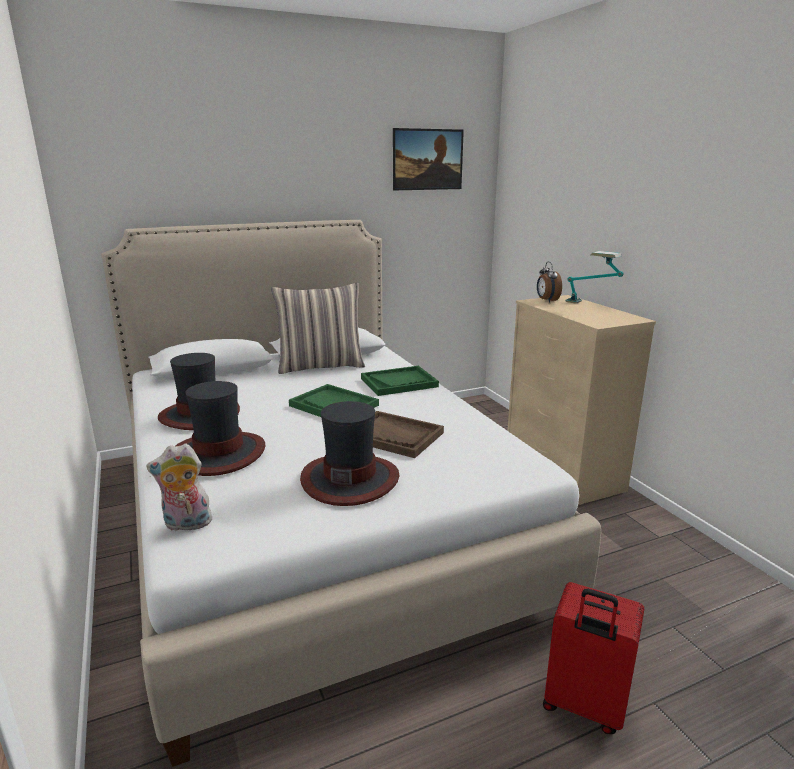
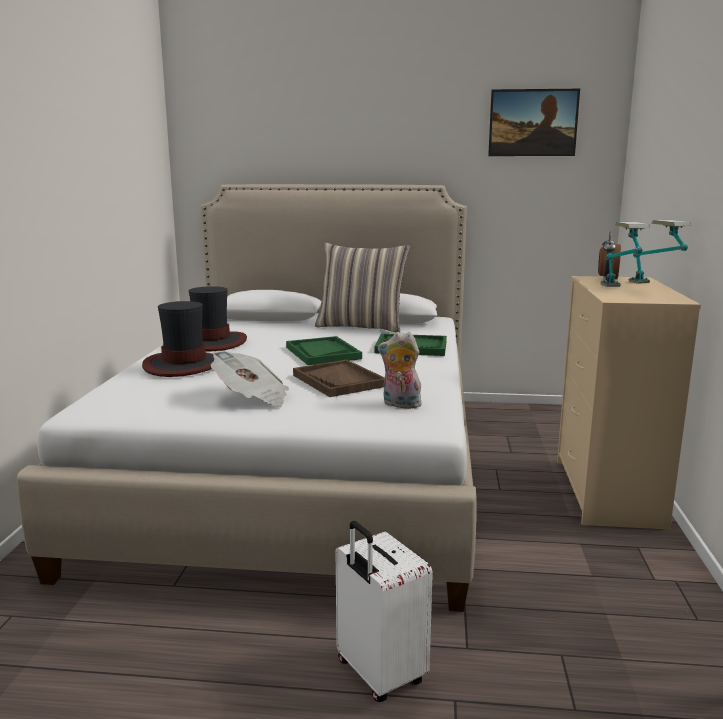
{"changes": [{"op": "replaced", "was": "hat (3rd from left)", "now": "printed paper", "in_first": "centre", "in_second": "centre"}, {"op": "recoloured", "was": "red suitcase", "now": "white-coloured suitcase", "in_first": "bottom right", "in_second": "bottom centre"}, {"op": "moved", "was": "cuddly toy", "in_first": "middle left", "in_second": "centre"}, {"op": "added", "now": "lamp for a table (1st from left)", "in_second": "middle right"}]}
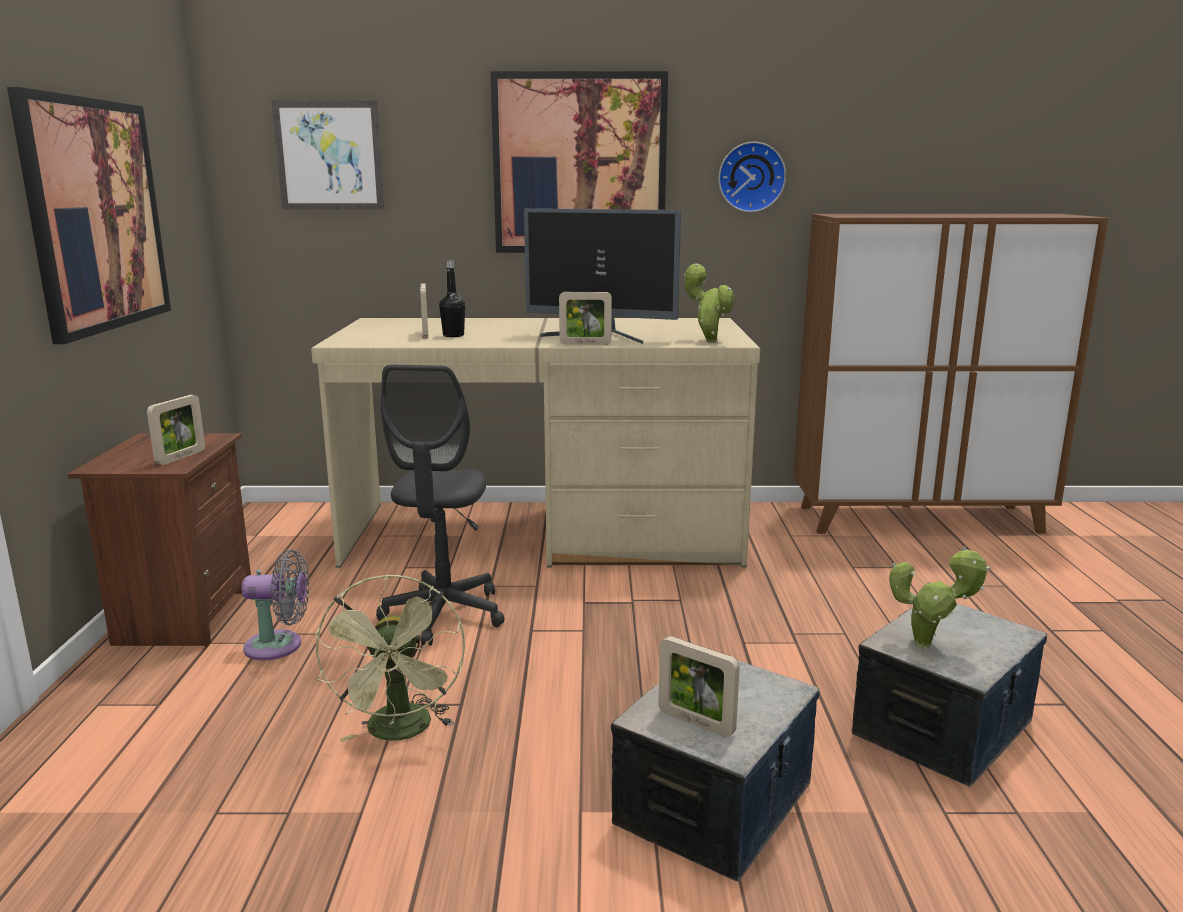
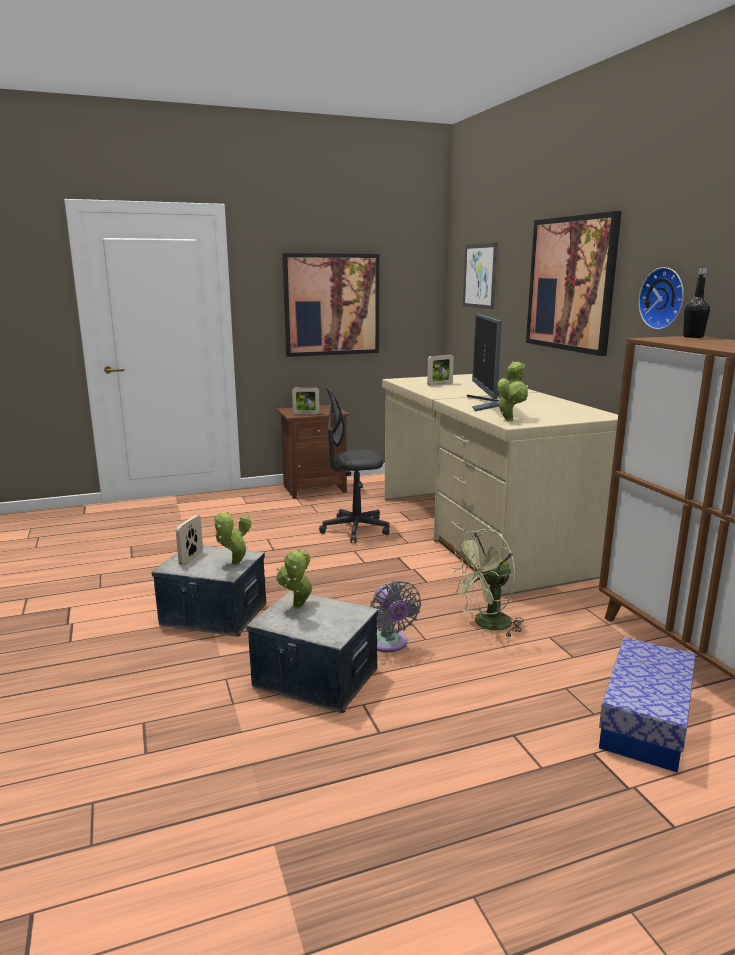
{"changes": [{"op": "added", "now": "potted plant (1st from left)", "in_second": "middle left"}, {"op": "moved", "was": "gray cooling fan", "in_first": "middle left", "in_second": "centre"}, {"op": "moved", "was": "green cooling fan", "in_first": "bottom left", "in_second": "centre"}, {"op": "added", "now": "storage container (3rd from left)", "in_second": "bottom right"}, {"op": "moved", "was": "blackish beverage bottle", "in_first": "top centre", "in_second": "top right"}, {"op": "removed", "was": "standing frame (3rd from left)", "in_first": "centre"}]}
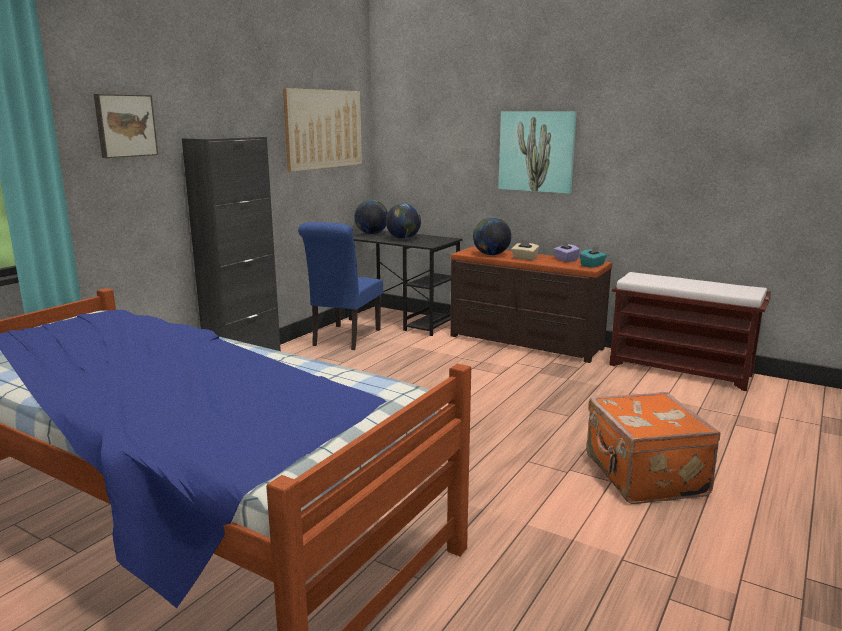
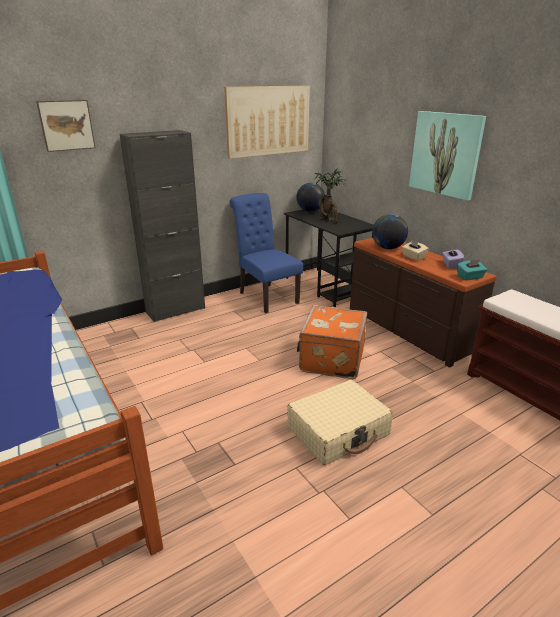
{"changes": [{"op": "turned", "was": "blue-coloured plain chair", "in_first": "centre", "in_second": "centre", "clockwise": 105}, {"op": "added", "now": "beige suitcase", "in_second": "bottom centre"}, {"op": "moved", "was": "orange suitcase", "in_first": "bottom right", "in_second": "centre"}, {"op": "replaced", "was": "globe (2nd from left)", "now": "potted plant", "in_first": "centre", "in_second": "top centre"}]}
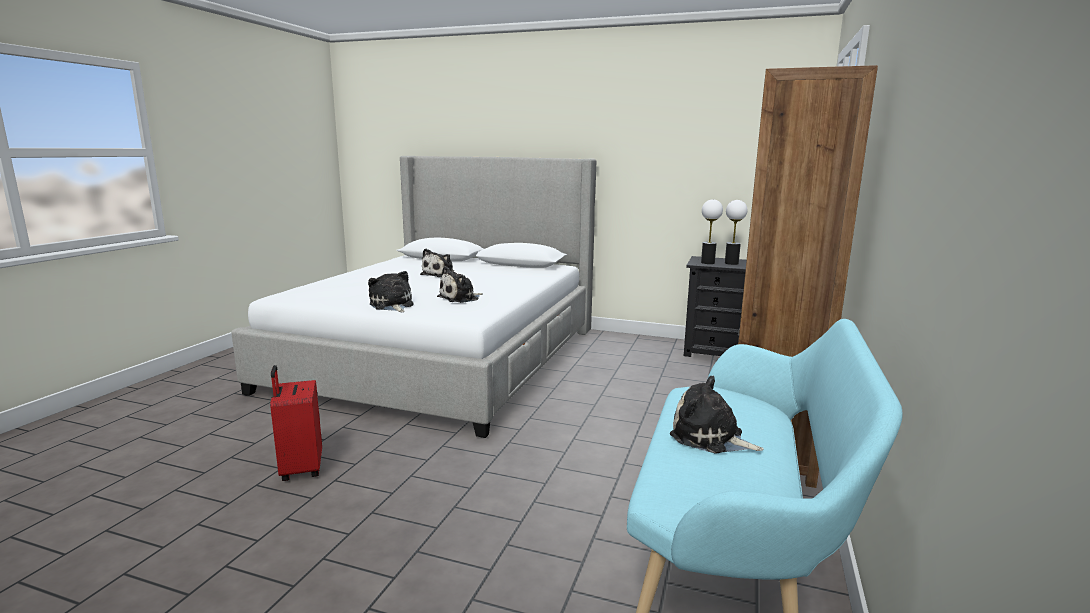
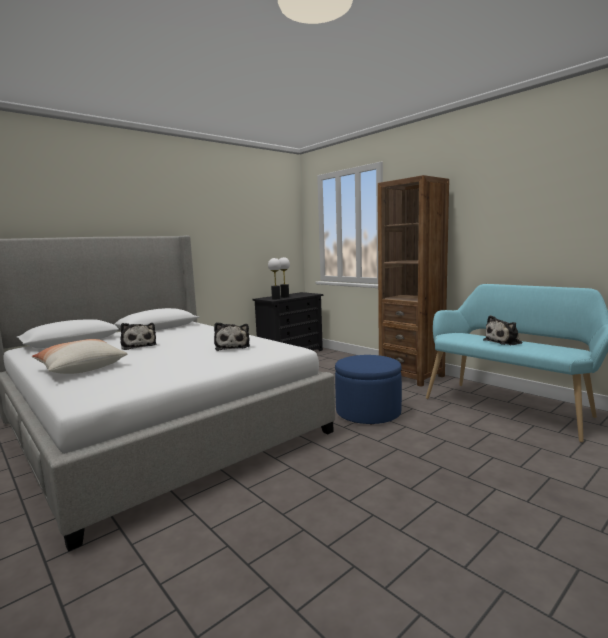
{"changes": [{"op": "added", "now": "cushion", "in_second": "middle left"}, {"op": "added", "now": "blue-coloured pouffe", "in_second": "centre"}, {"op": "removed", "was": "red suitcase", "in_first": "bottom left"}, {"op": "removed", "was": "cuddly toy (1st from left)", "in_first": "centre"}]}
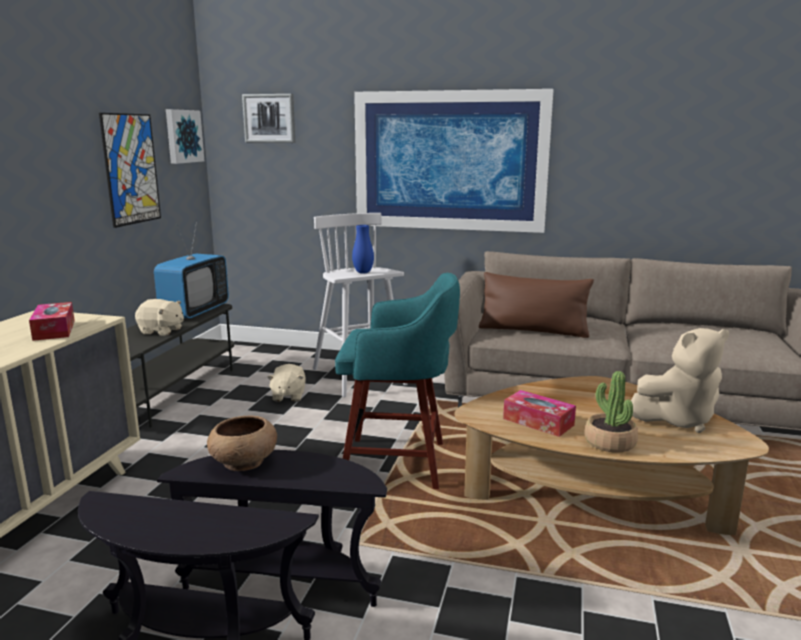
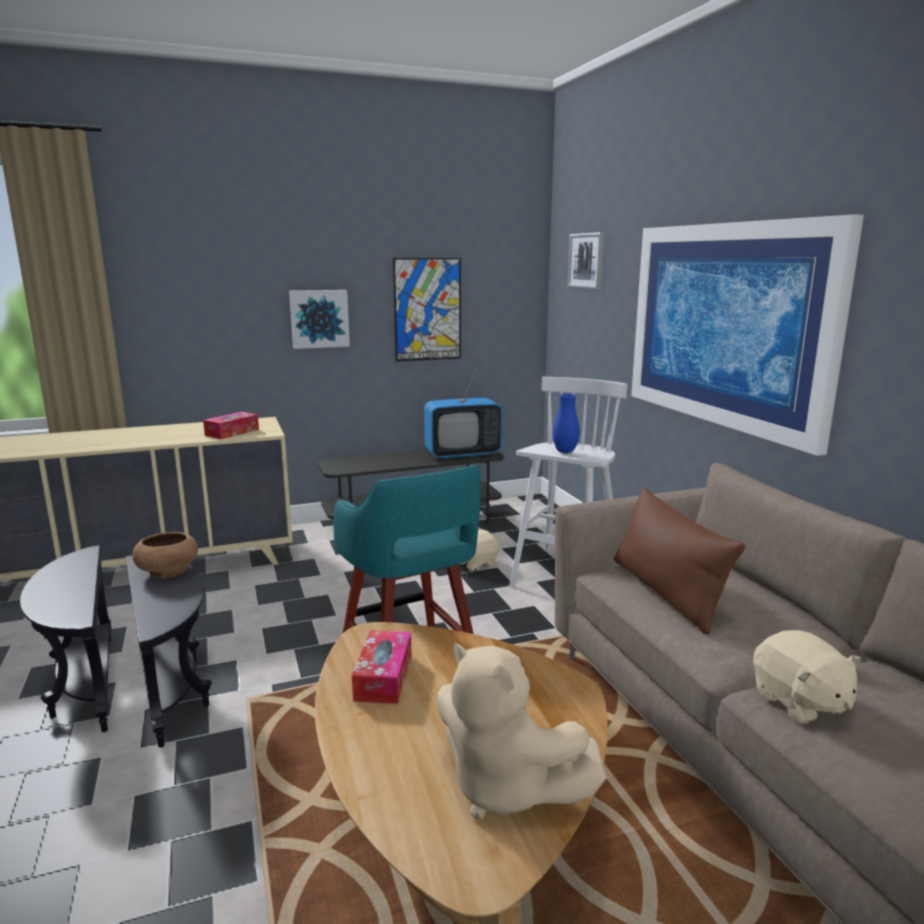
{"changes": [{"op": "moved", "was": "picture (2nd from left in the first image)", "now": "picture (1st from left)", "in_first": "top left", "in_second": "centre"}, {"op": "moved", "was": "beige cuddly toy (1st from left in the first image)", "now": "beige cuddly toy (3rd from left)", "in_first": "middle left", "in_second": "bottom right"}, {"op": "removed", "was": "potted plant", "in_first": "middle right"}]}
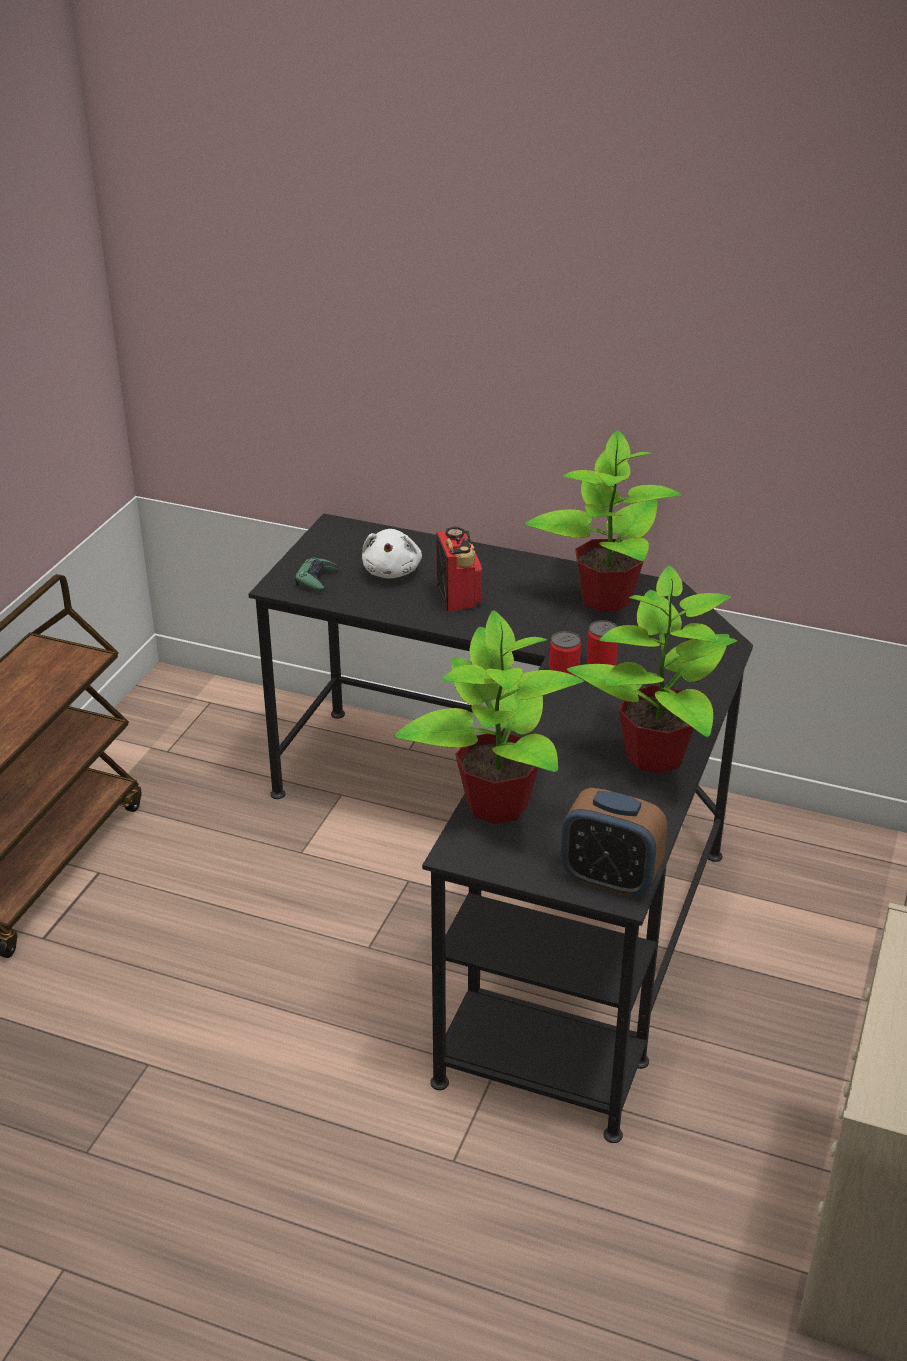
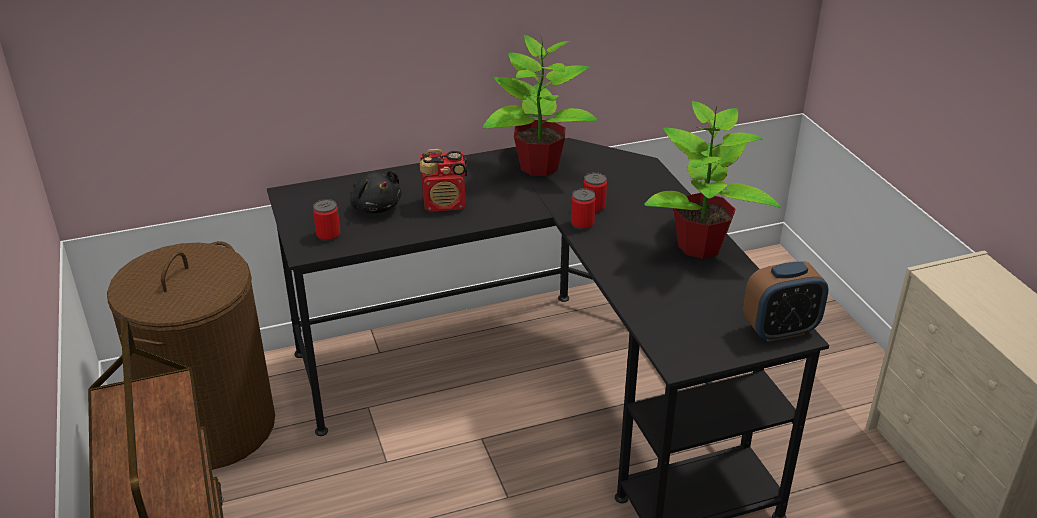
{"changes": [{"op": "added", "now": "brownish washing basket", "in_second": "bottom left"}, {"op": "replaced", "was": "green gamepad", "now": "can (1st from left)", "in_first": "centre", "in_second": "middle left"}, {"op": "recoloured", "was": "white-coloured cuddly toy", "now": "blackish cuddly toy", "in_first": "centre", "in_second": "centre"}, {"op": "turned", "was": "radio set", "in_first": "centre", "in_second": "centre", "clockwise": 135}, {"op": "removed", "was": "potted plant (1st from left)", "in_first": "centre"}]}
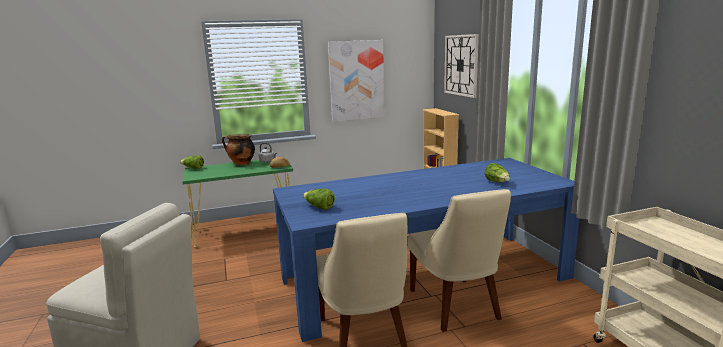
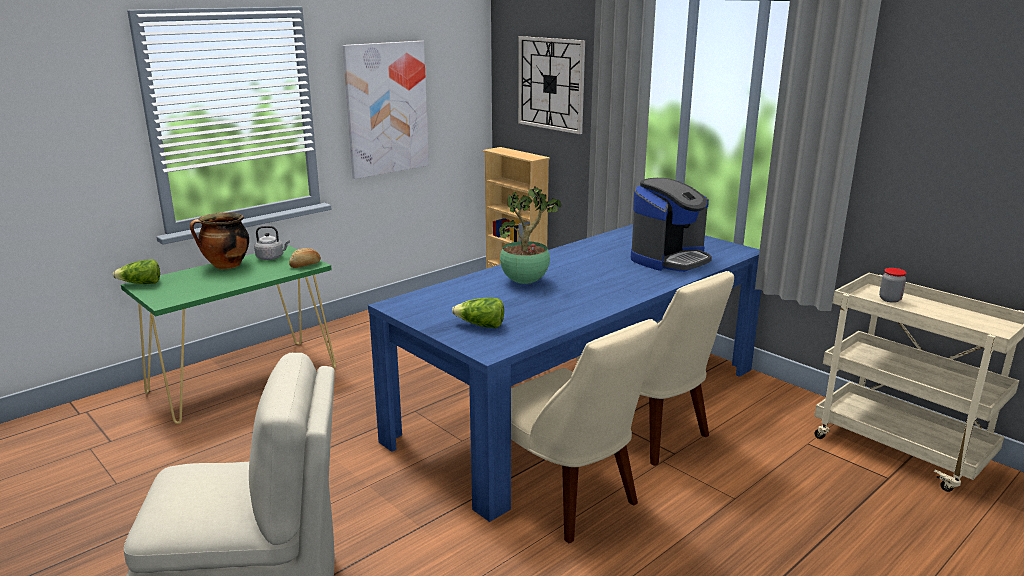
{"changes": [{"op": "added", "now": "potted plant", "in_second": "centre"}, {"op": "replaced", "was": "head of lettuce (3rd from left)", "now": "coffee machine", "in_first": "middle right", "in_second": "centre"}, {"op": "added", "now": "storage jar", "in_second": "middle right"}]}
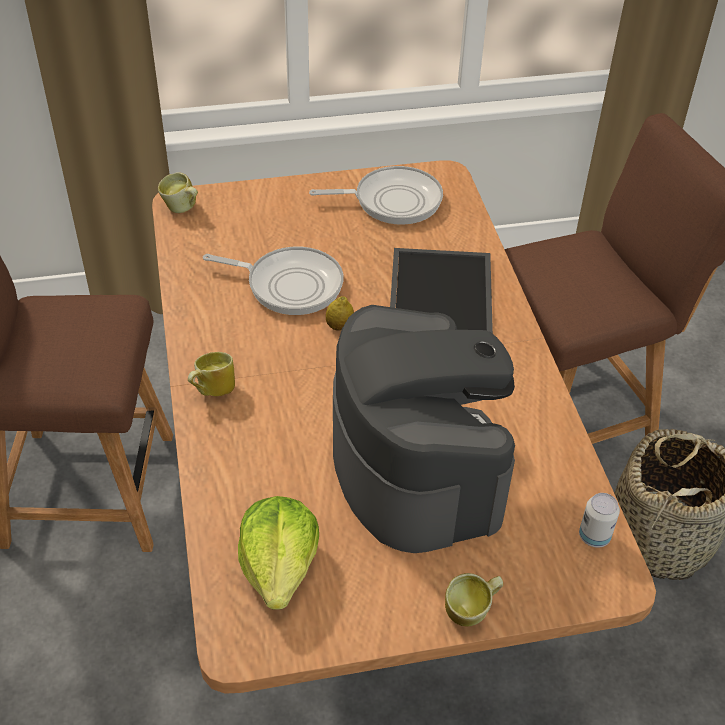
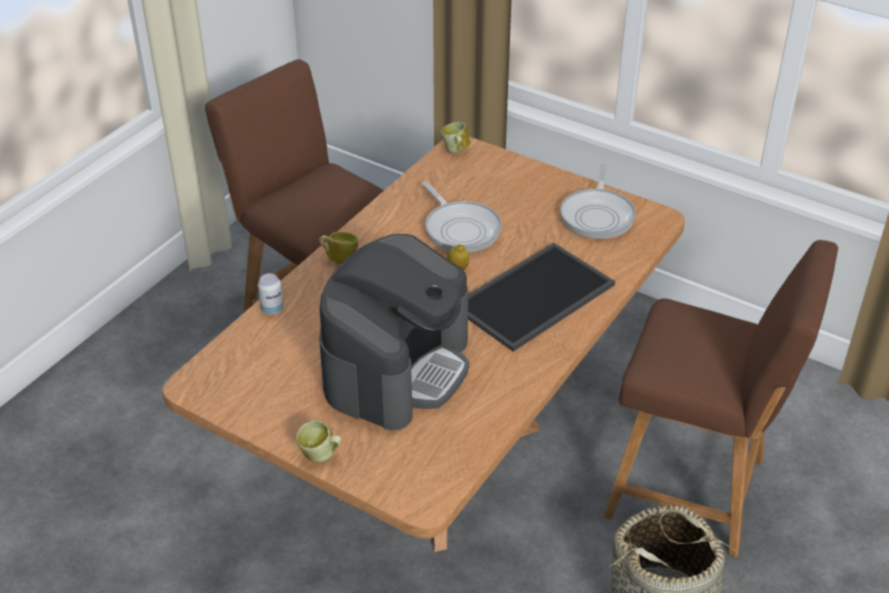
{"changes": [{"op": "moved", "was": "can", "in_first": "bottom right", "in_second": "middle left"}, {"op": "turned", "was": "frying pan (2nd from left)", "in_first": "top centre", "in_second": "middle right", "clockwise": 60}, {"op": "removed", "was": "head of lettuce", "in_first": "bottom centre"}]}
